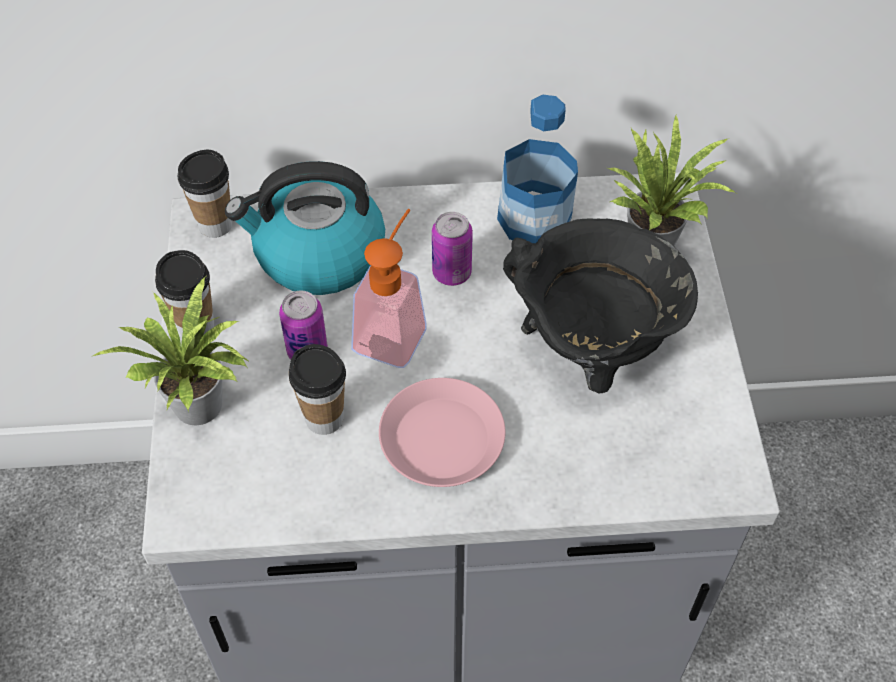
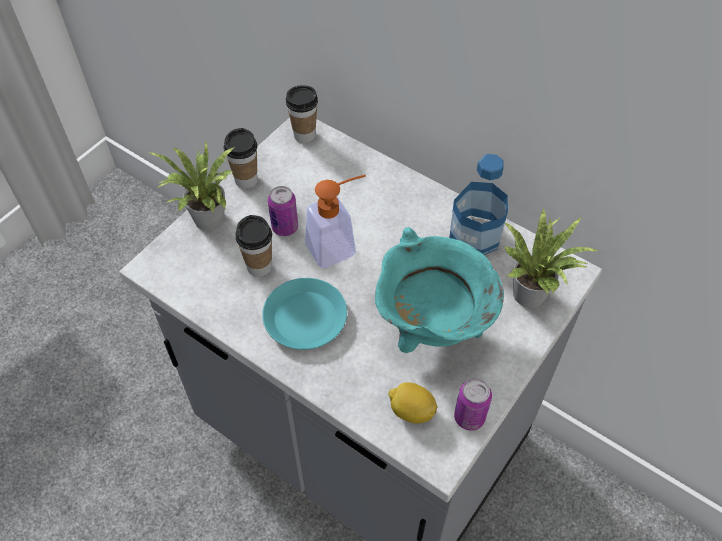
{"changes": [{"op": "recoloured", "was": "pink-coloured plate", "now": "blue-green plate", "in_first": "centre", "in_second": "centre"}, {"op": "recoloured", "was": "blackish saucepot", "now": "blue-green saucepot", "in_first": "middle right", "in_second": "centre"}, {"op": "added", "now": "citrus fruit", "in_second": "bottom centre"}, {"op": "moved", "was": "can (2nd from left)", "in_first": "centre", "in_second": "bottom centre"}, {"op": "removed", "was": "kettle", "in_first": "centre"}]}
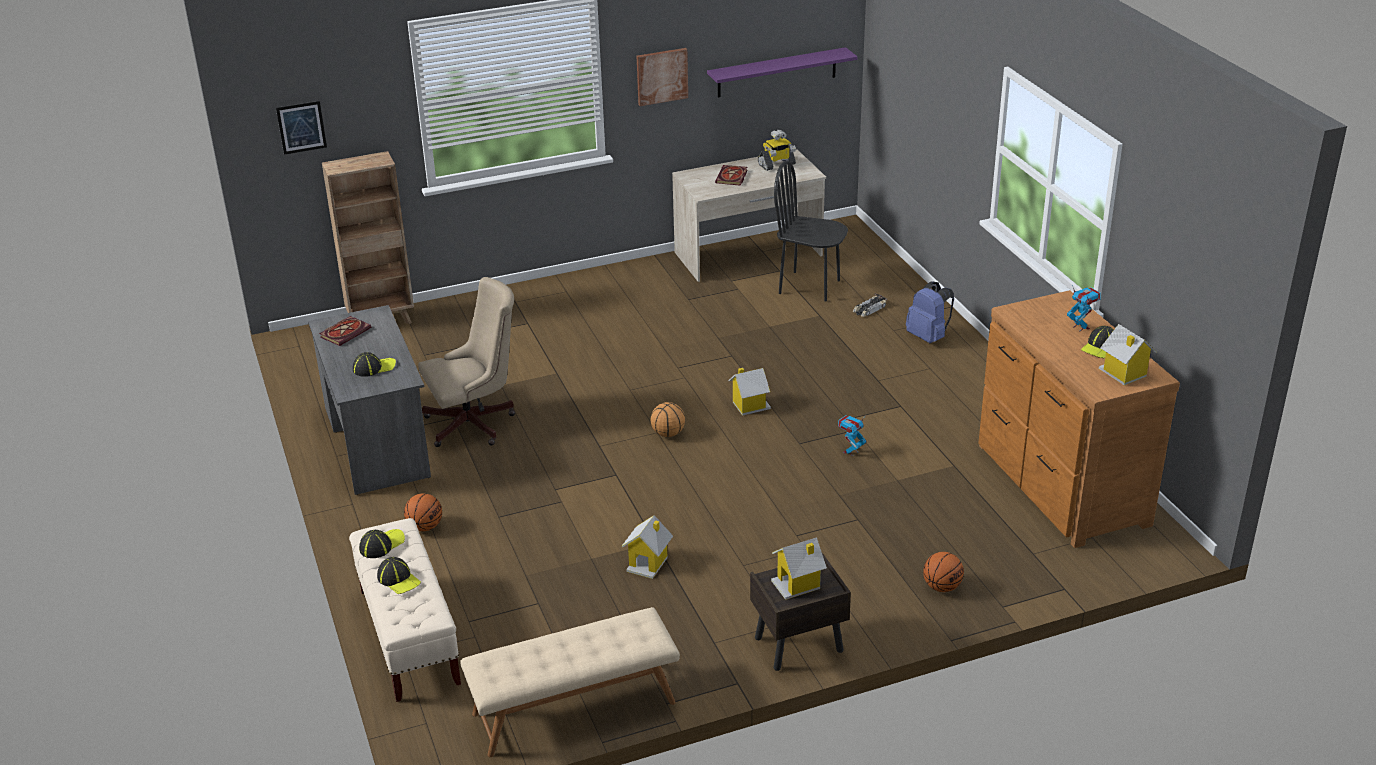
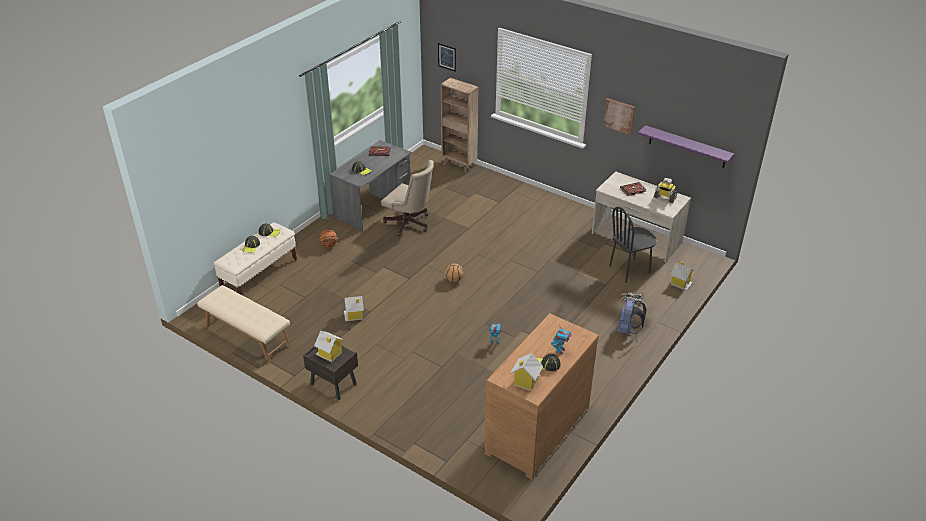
{"changes": [{"op": "turned", "was": "blackish plain chair", "in_first": "top centre", "in_second": "middle right", "clockwise": -105}, {"op": "moved", "was": "miniature house (2nd from left in the first image)", "now": "miniature house (4th from left)", "in_first": "centre", "in_second": "middle right"}, {"op": "removed", "was": "basketball (3rd from left)", "in_first": "bottom right"}]}
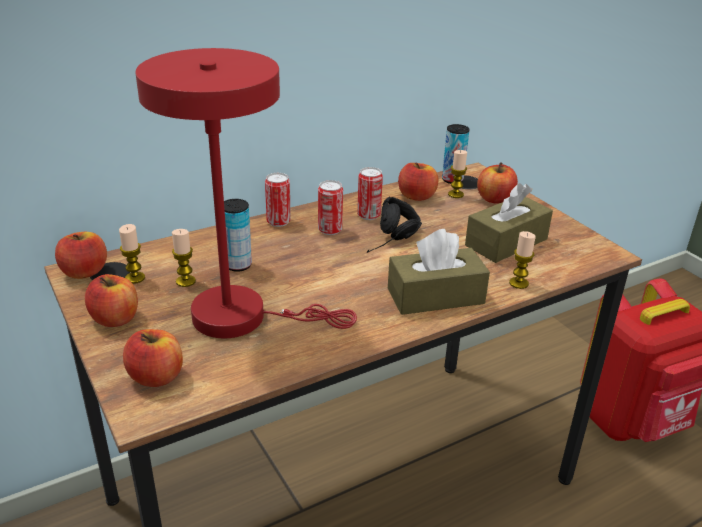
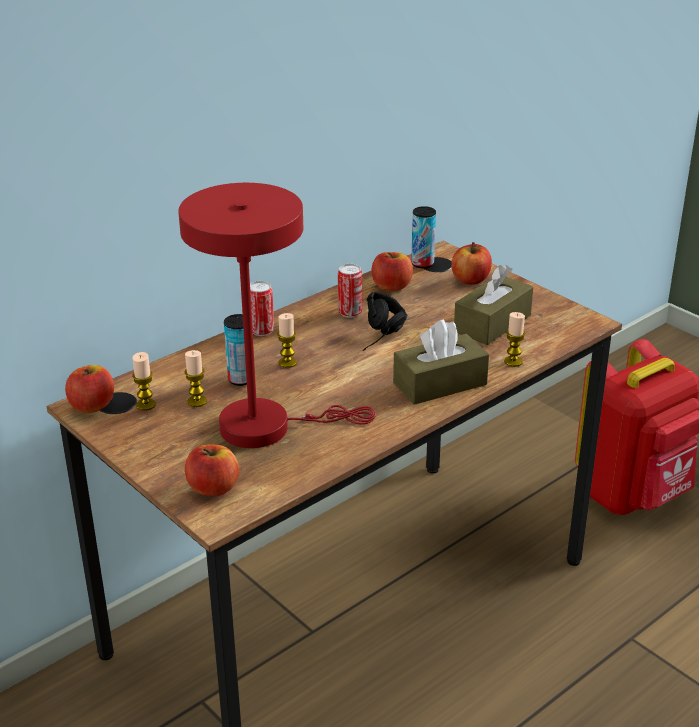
{"changes": [{"op": "moved", "was": "wax light (3rd from left)", "in_first": "top centre", "in_second": "centre"}, {"op": "removed", "was": "apple fruit (2nd from left)", "in_first": "middle left"}, {"op": "removed", "was": "can (3rd from left)", "in_first": "centre"}]}
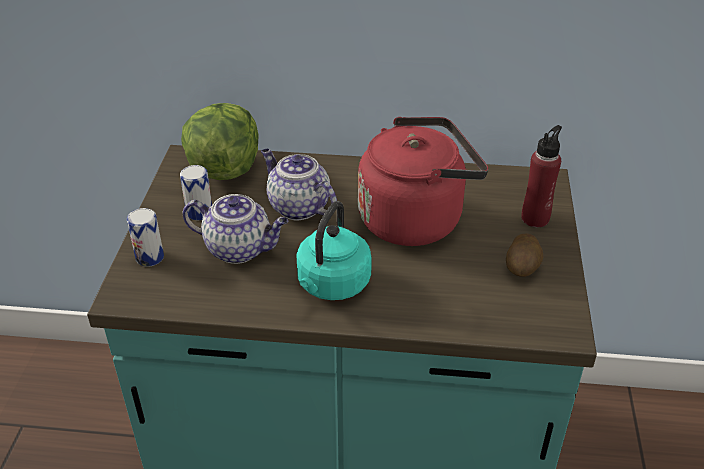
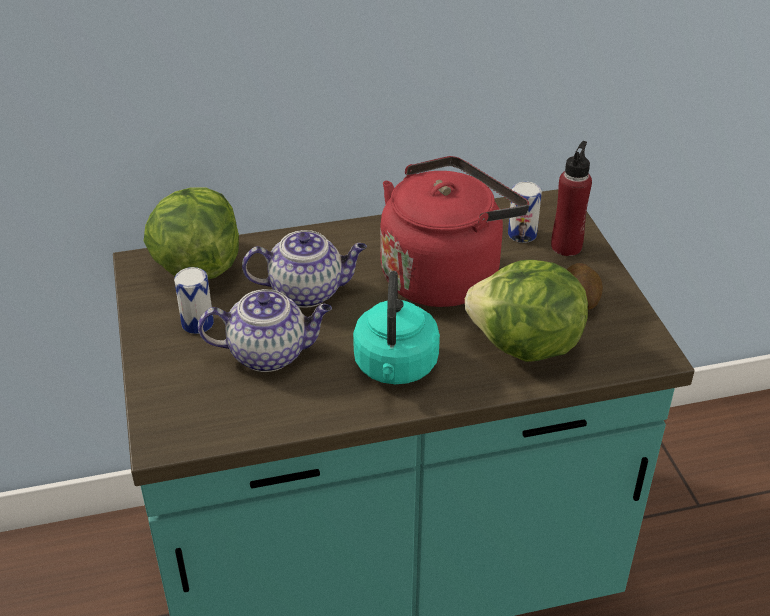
{"changes": [{"op": "turned", "was": "pot for tea (2nd from left)", "in_first": "centre", "in_second": "centre", "clockwise": 150}, {"op": "added", "now": "head of lettuce (2nd from left)", "in_second": "middle right"}, {"op": "moved", "was": "can (1st from left in the first image)", "now": "can (2nd from left)", "in_first": "middle left", "in_second": "middle right"}]}
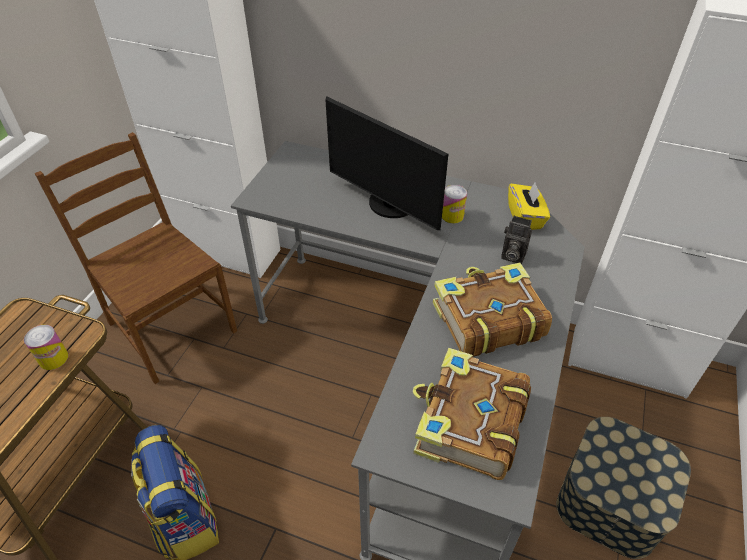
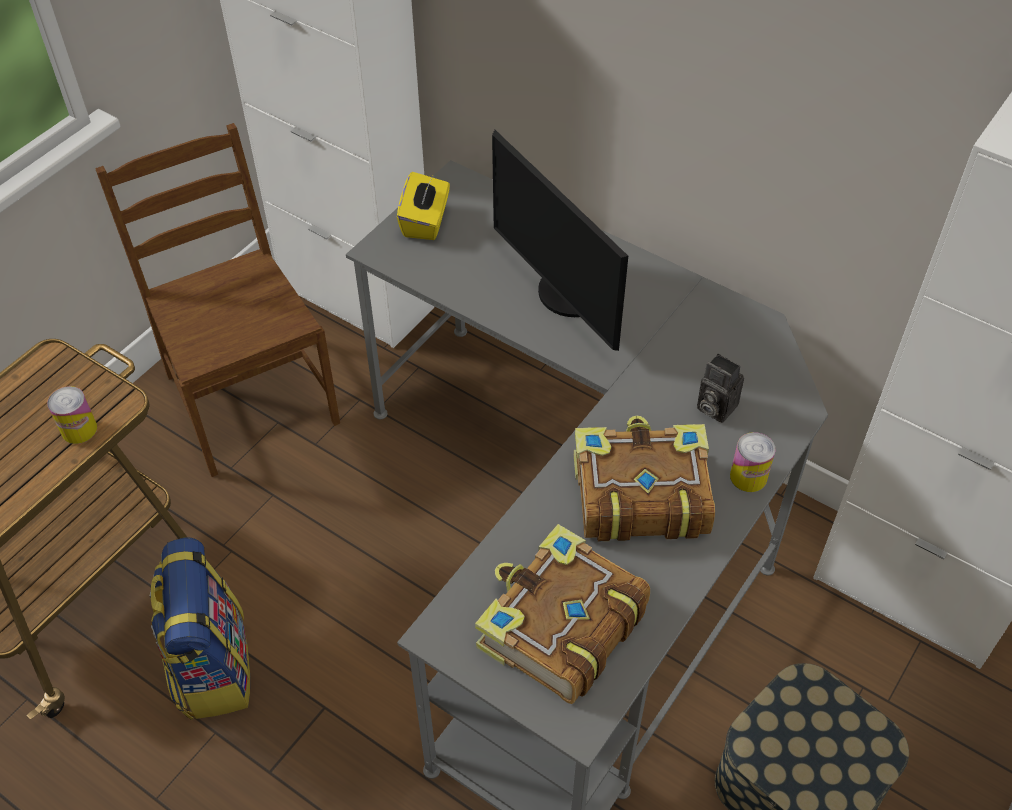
{"changes": [{"op": "moved", "was": "yellowish tissue box", "in_first": "middle right", "in_second": "top centre"}, {"op": "moved", "was": "can (2nd from left)", "in_first": "centre", "in_second": "middle right"}]}
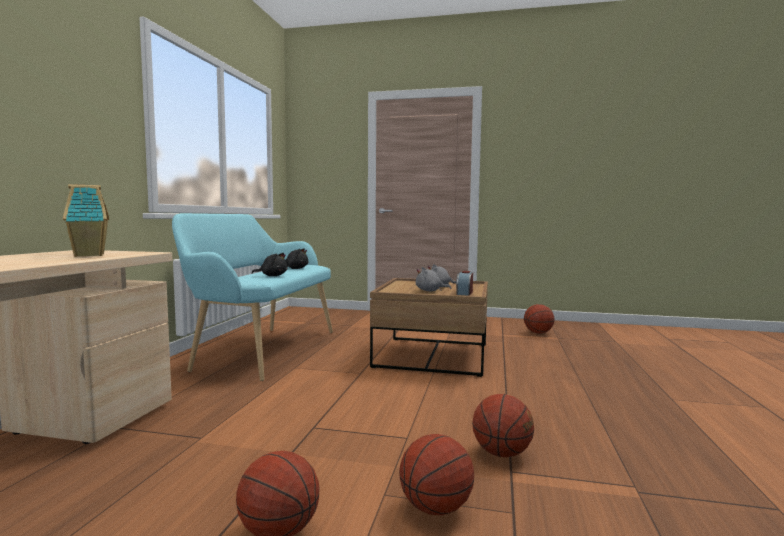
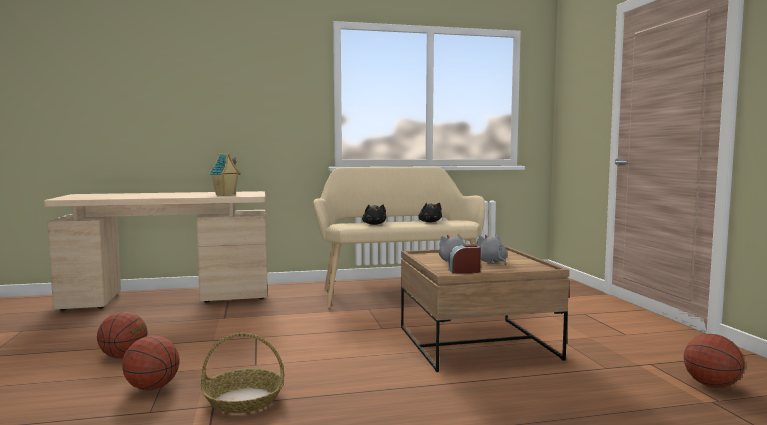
{"changes": [{"op": "replaced", "was": "basketball (3rd from left)", "now": "household basket", "in_first": "bottom centre", "in_second": "bottom left"}, {"op": "recoloured", "was": "blue-green bench", "now": "beige bench", "in_first": "middle left", "in_second": "centre"}]}
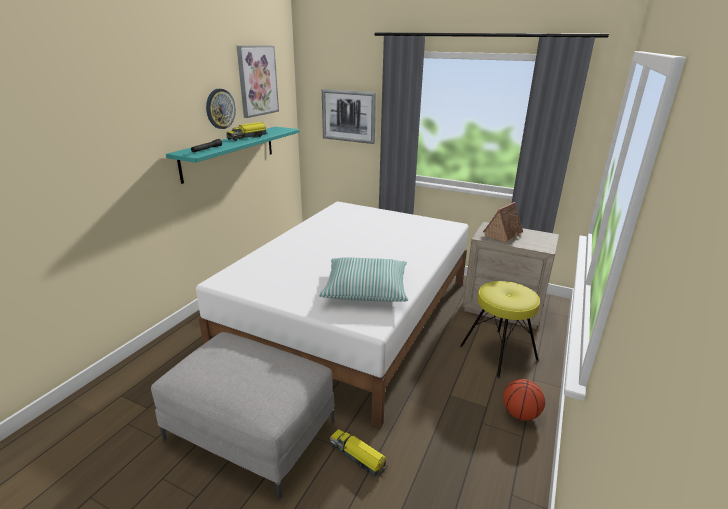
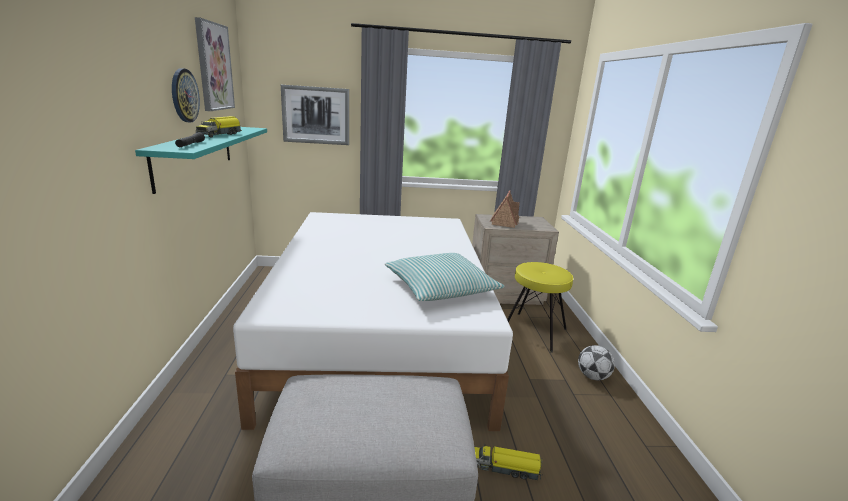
{"changes": [{"op": "replaced", "was": "basketball", "now": "football ball", "in_first": "bottom right", "in_second": "bottom right"}]}
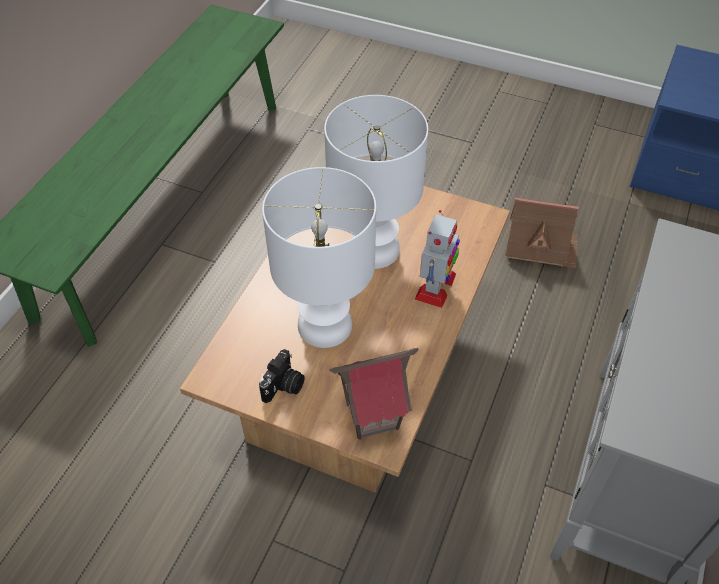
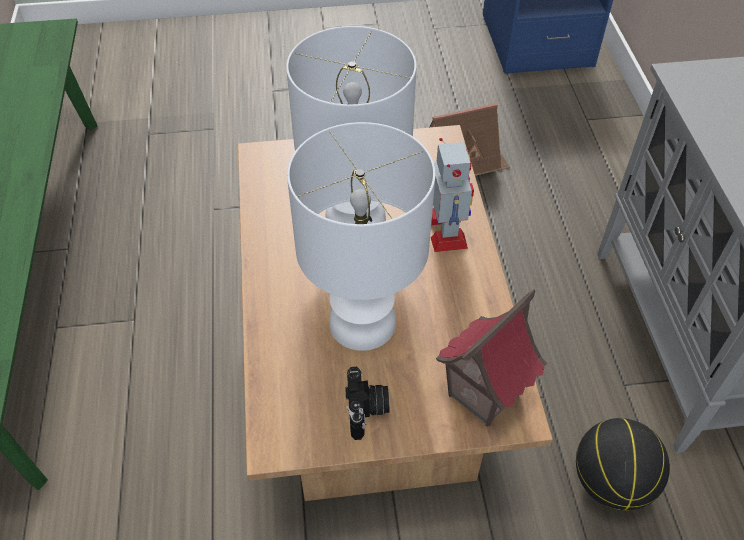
{"changes": [{"op": "added", "now": "basketball", "in_second": "bottom right"}]}
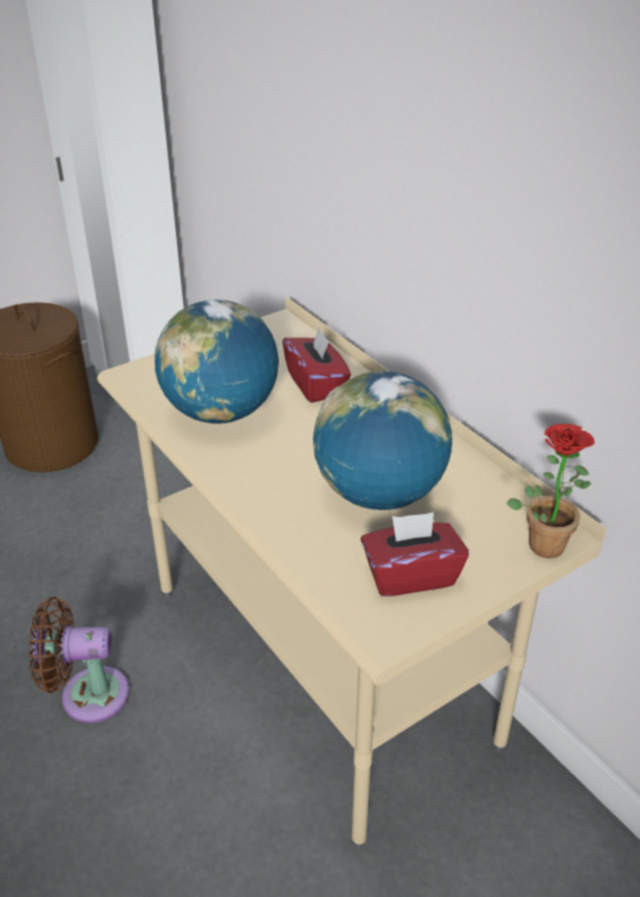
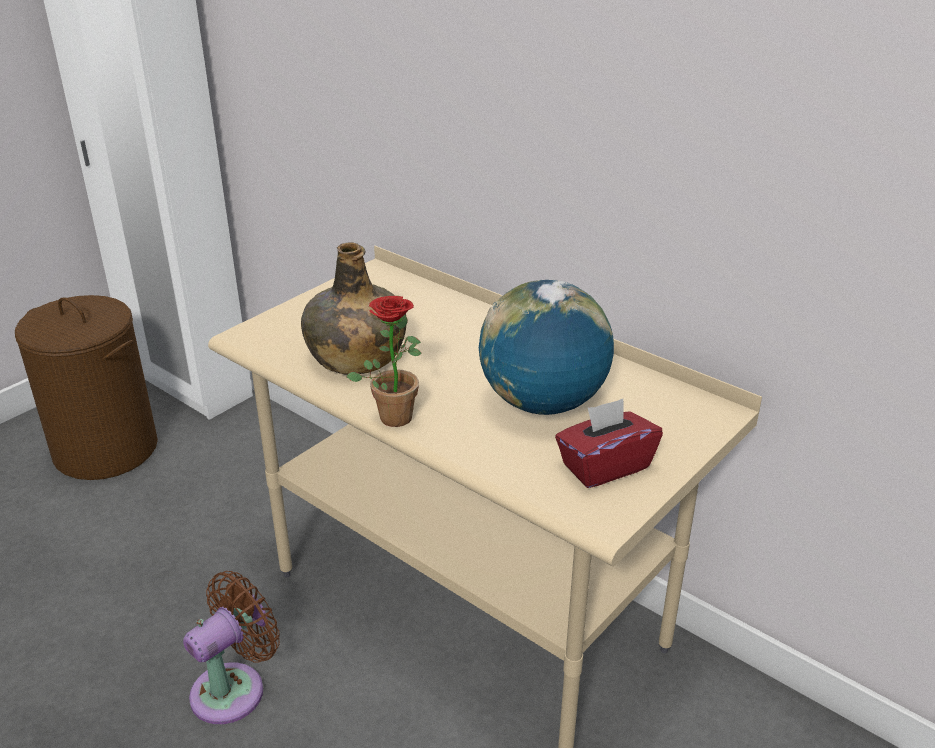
{"changes": [{"op": "turned", "was": "brownish cooling fan", "in_first": "bottom left", "in_second": "bottom left", "clockwise": 150}, {"op": "replaced", "was": "globe (1st from left)", "now": "green beverage bottle", "in_first": "centre", "in_second": "centre"}, {"op": "moved", "was": "potted plant", "in_first": "middle right", "in_second": "centre"}, {"op": "removed", "was": "red tissue box (1st from left)", "in_first": "centre"}]}
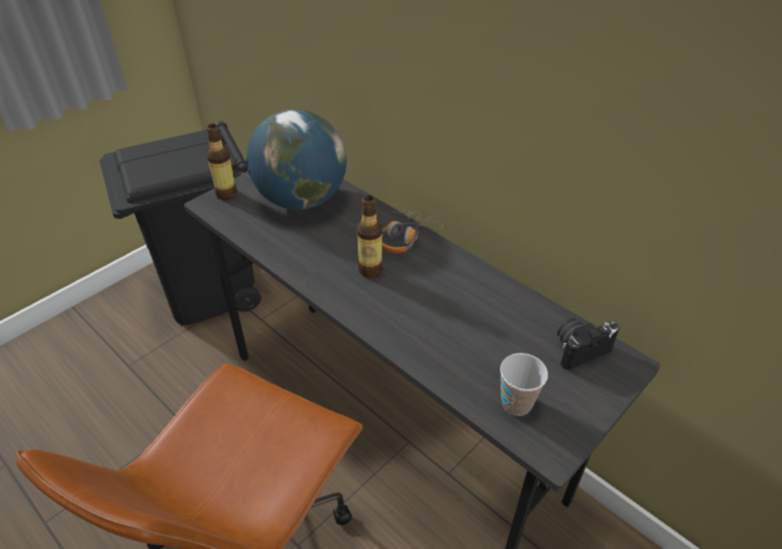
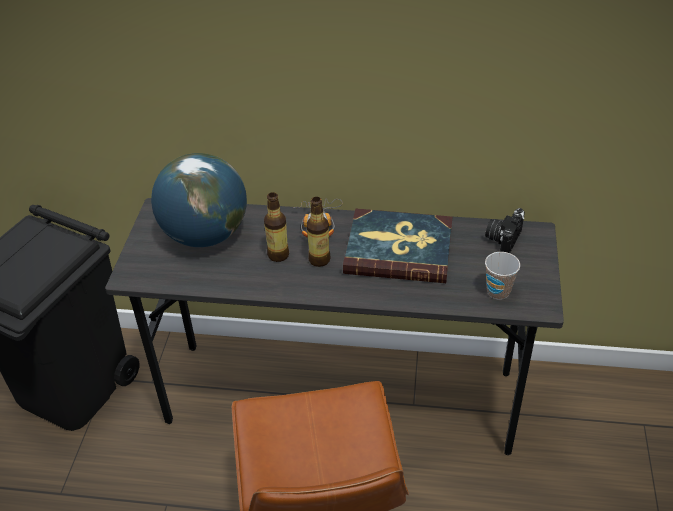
{"changes": [{"op": "moved", "was": "beverage bottle (1st from left)", "in_first": "top left", "in_second": "centre"}, {"op": "added", "now": "volume", "in_second": "centre"}]}
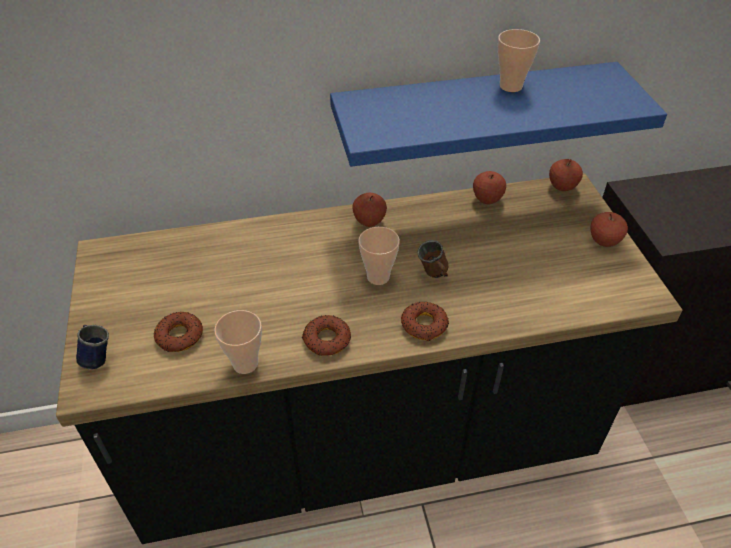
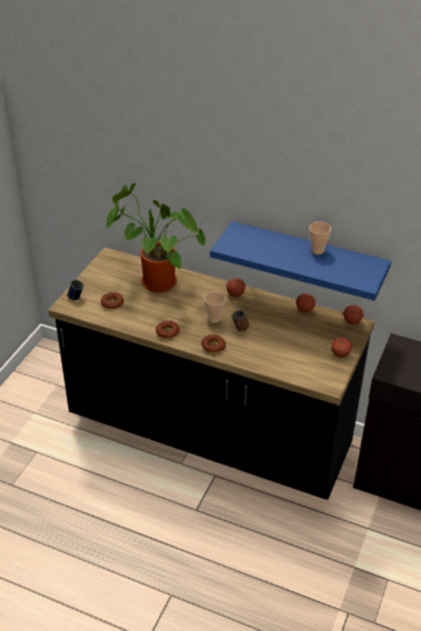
{"changes": [{"op": "added", "now": "potted plant", "in_second": "centre"}, {"op": "removed", "was": "cup (1st from left)", "in_first": "middle left"}]}
